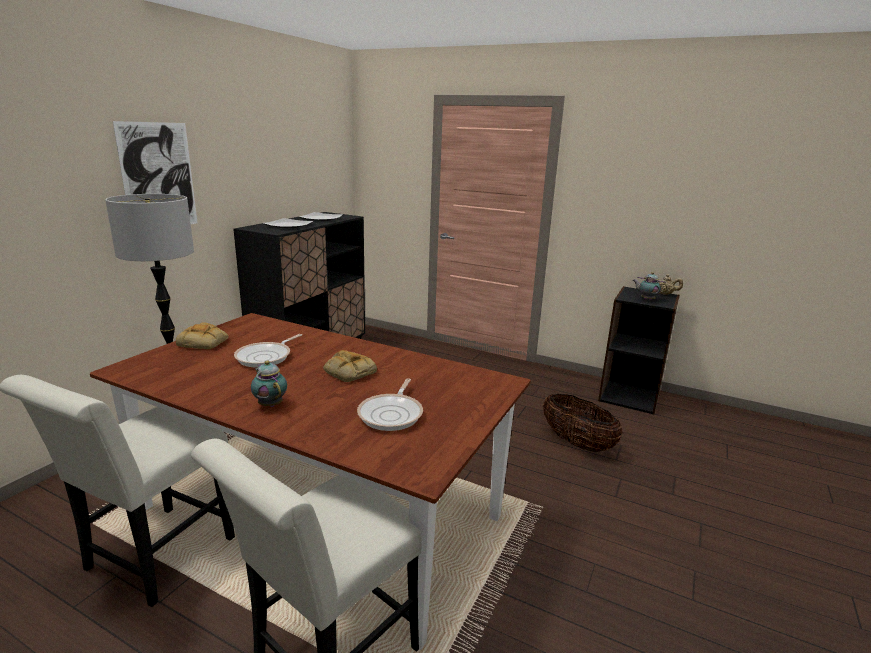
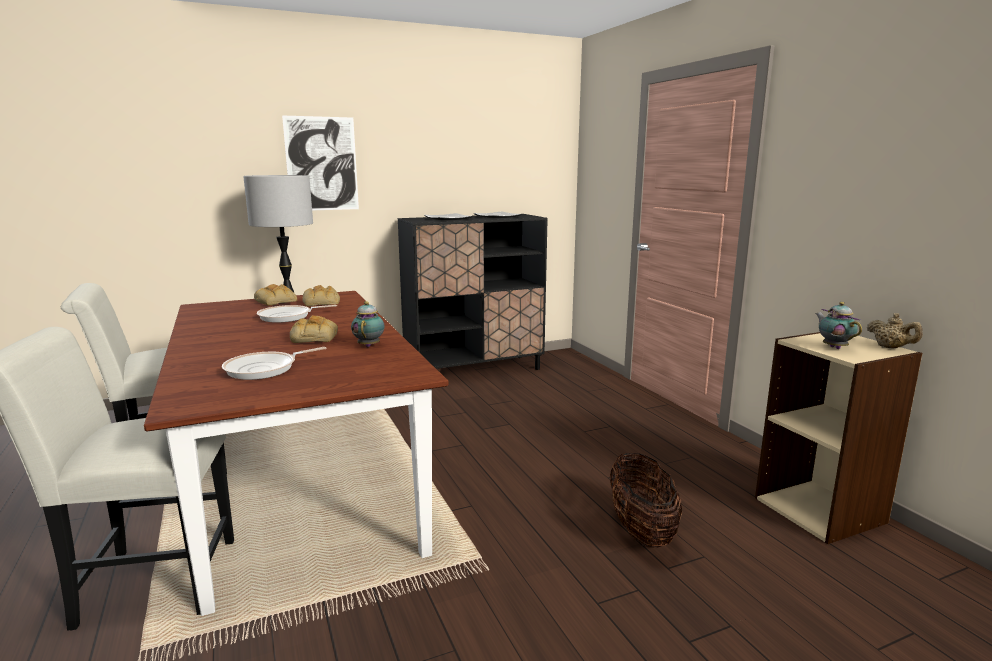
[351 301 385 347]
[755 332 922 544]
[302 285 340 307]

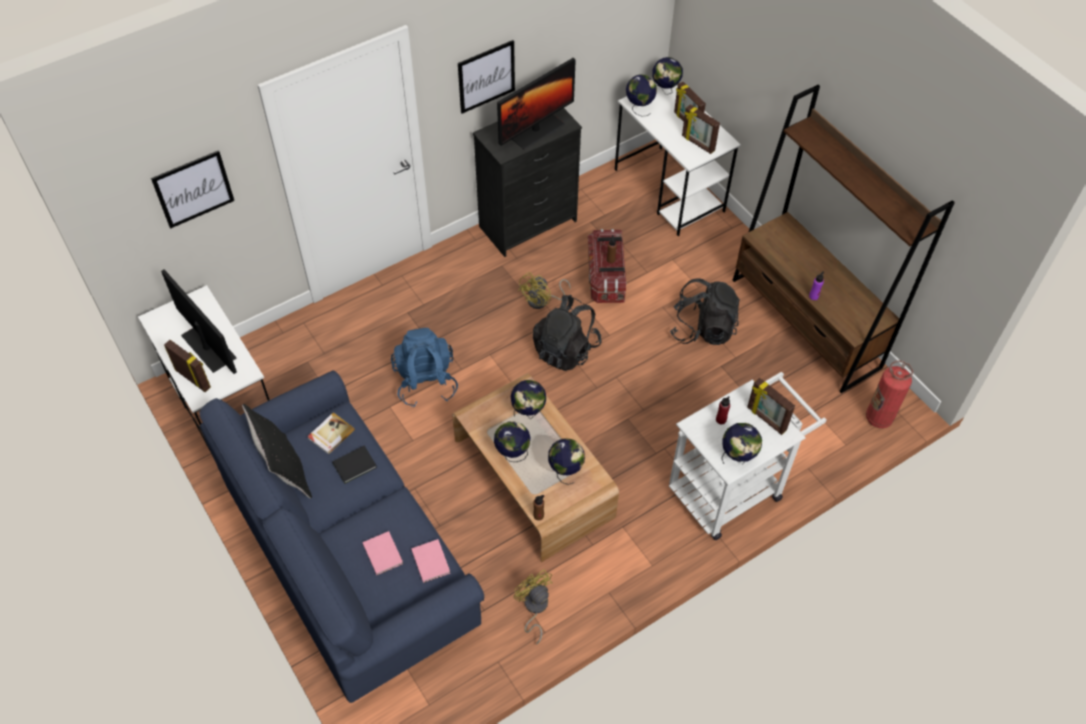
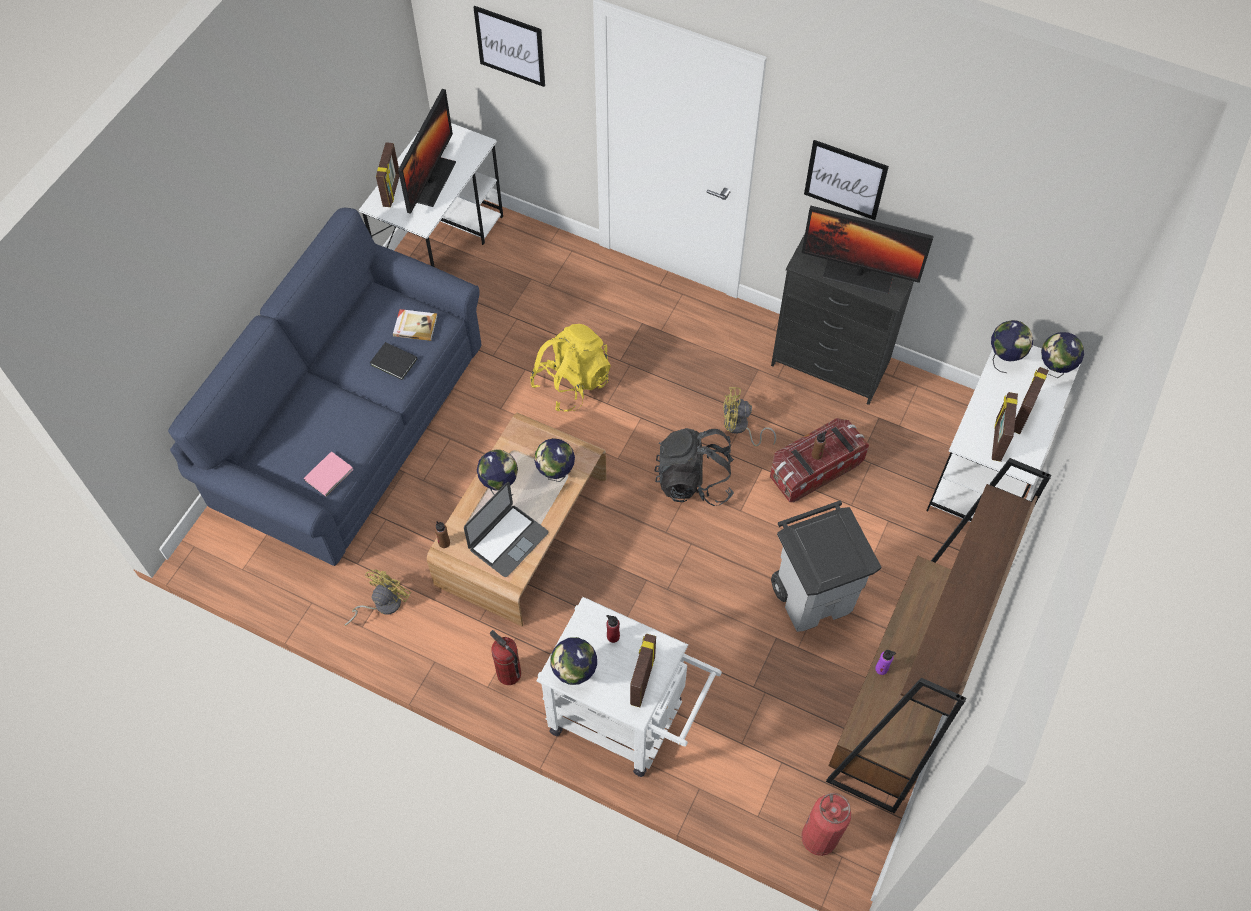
[242 404 312 499] (first image)
[362 531 403 575] (first image)
[530 324 611 412]
[464 482 548 577]
[771 500 881 632]
[490 630 521 685]

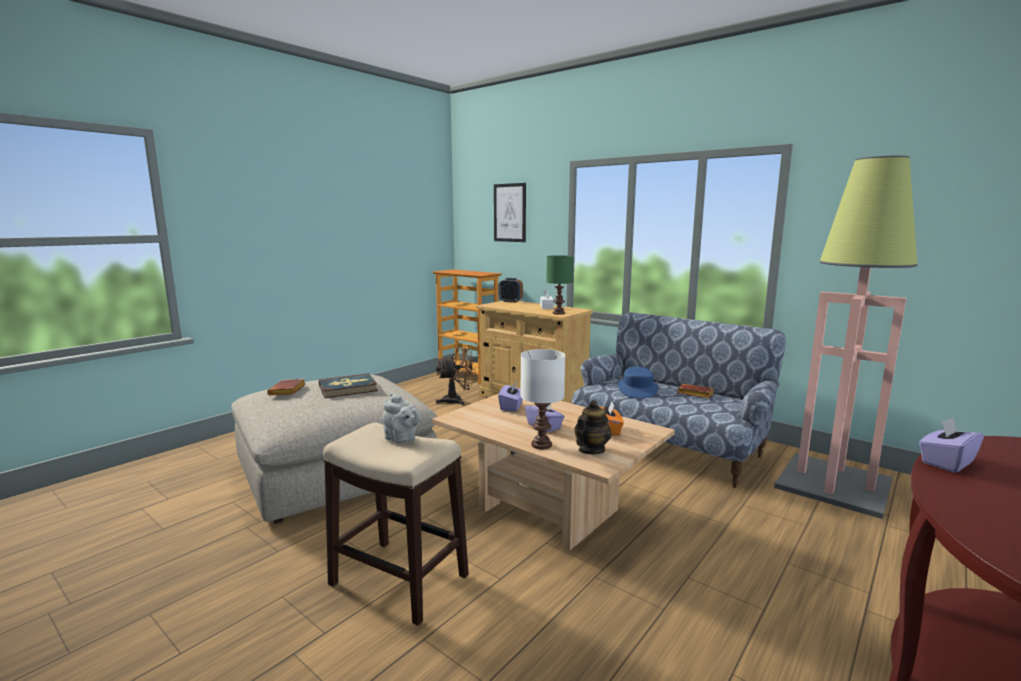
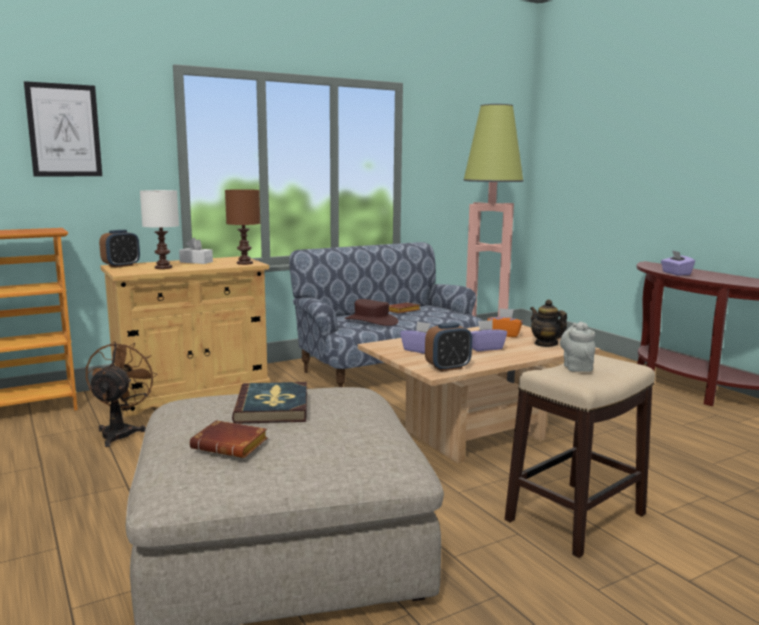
[560 321 596 372]
[140 190 179 269]
[225 189 260 265]
[345 299 398 326]
[425 322 472 372]

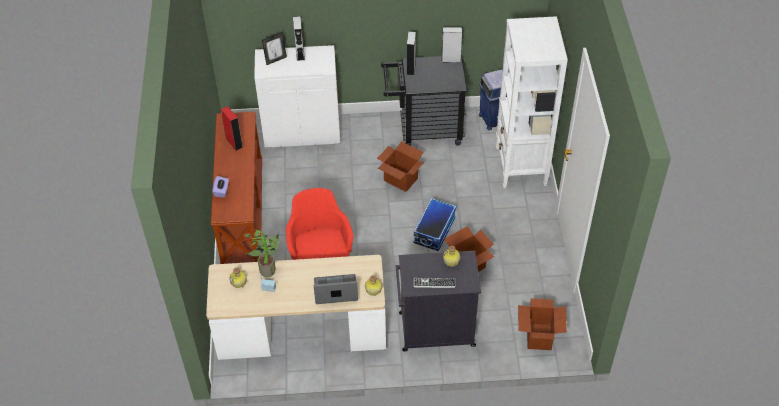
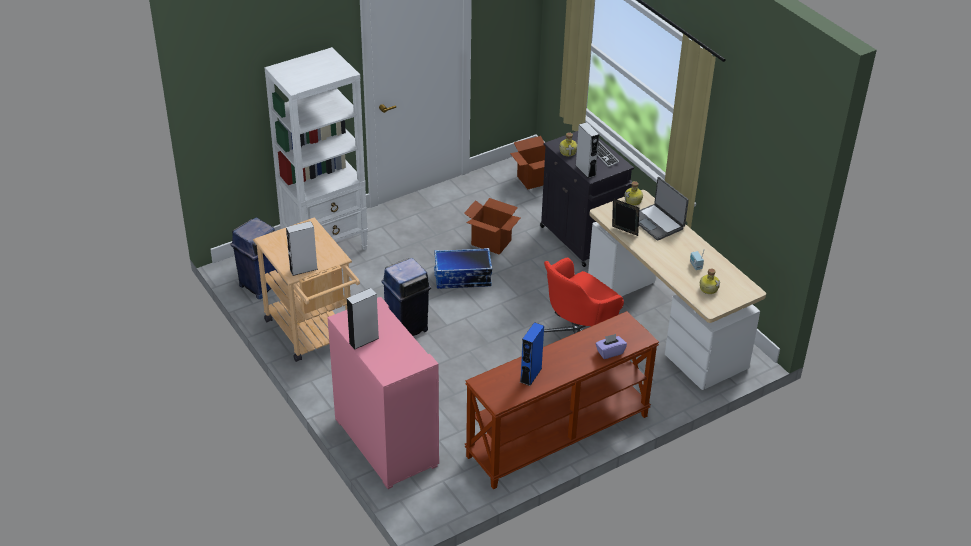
[520 322 544 386]
[244 229 279 277] (first image)
[327 297 439 489]
[612 198 640 236]
[382 258 431 336]
[253 217 360 362]
[576 122 599 178]

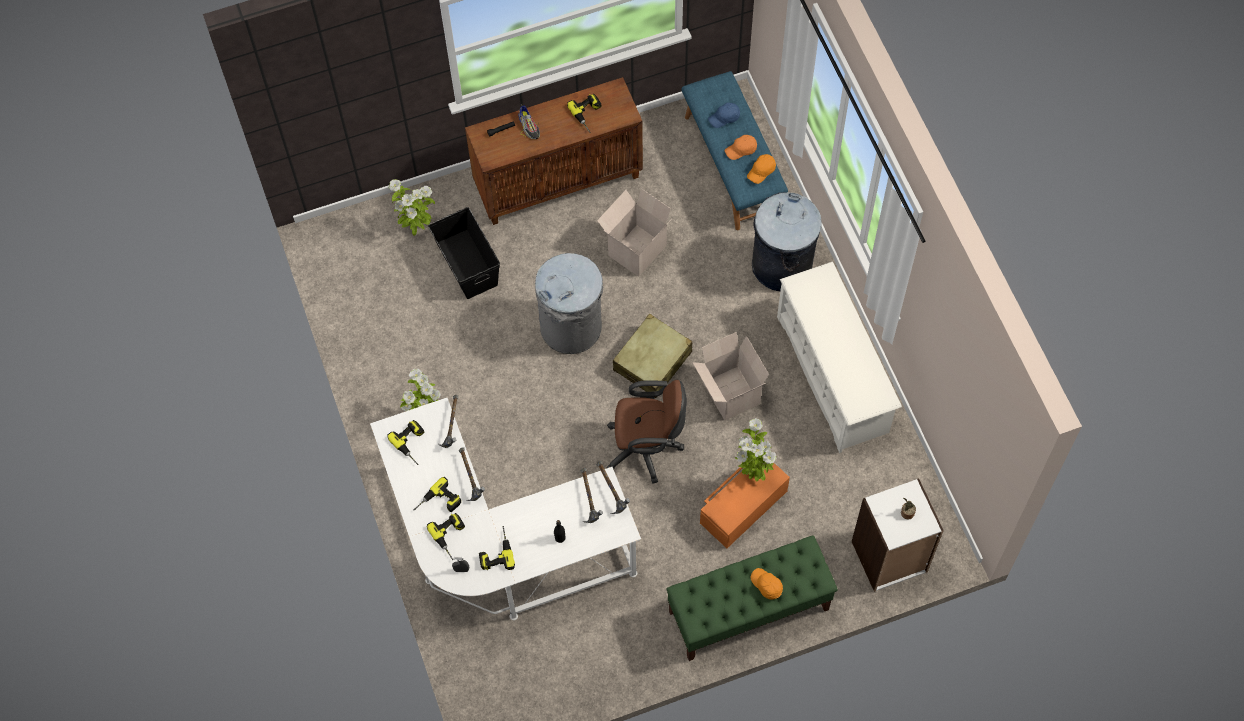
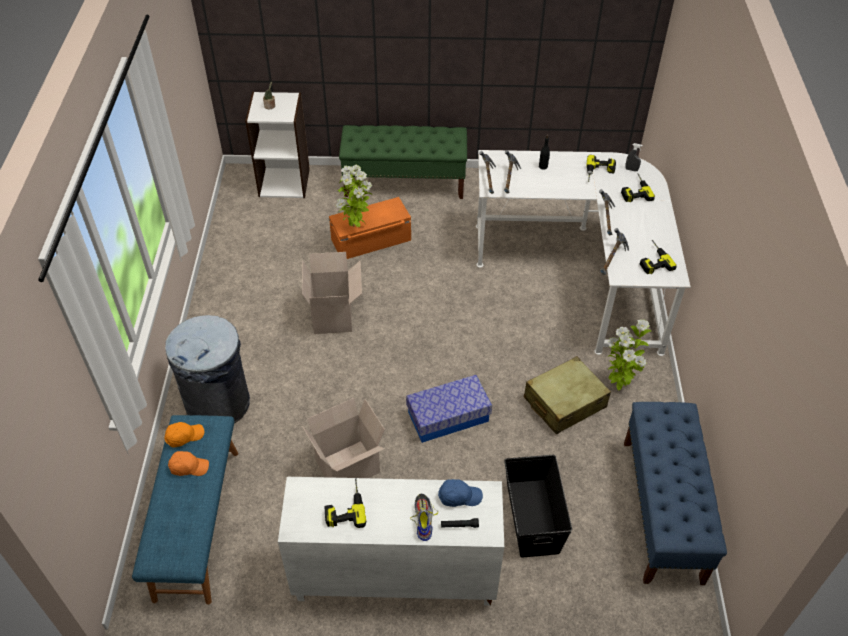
[388 179 435 236] (first image)
[414 477 461 512] (first image)
[278 477 504 606]
[406 375 492 443]
[606 380 687 484] (first image)
[524 356 611 434]
[438 479 483 507]
[751 568 783 600] (first image)
[777 262 902 453] (first image)
[624 402 727 585]

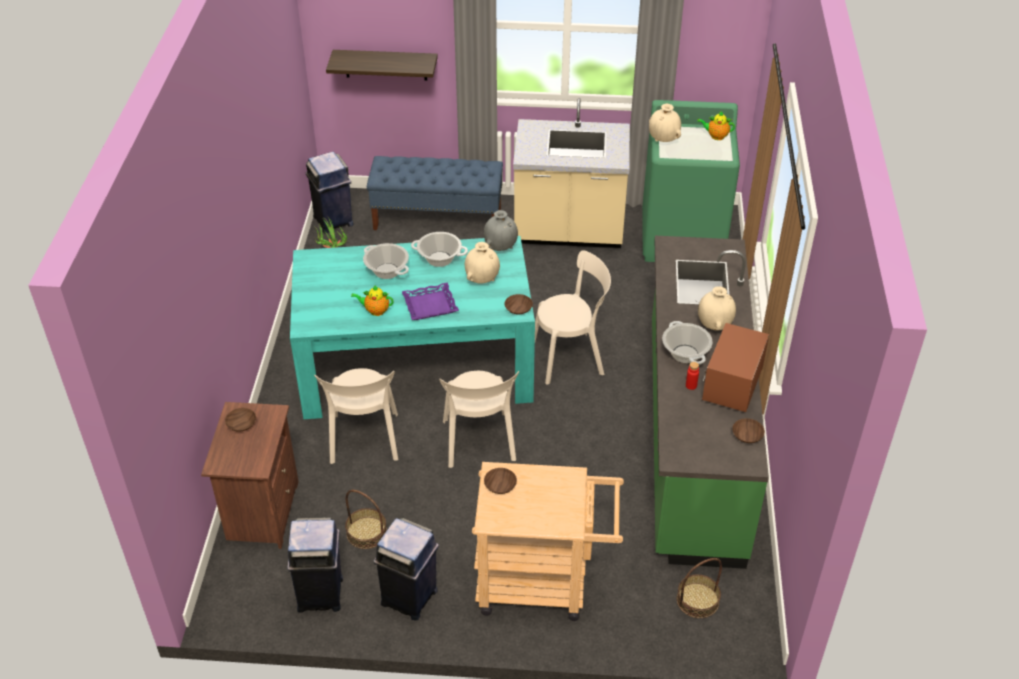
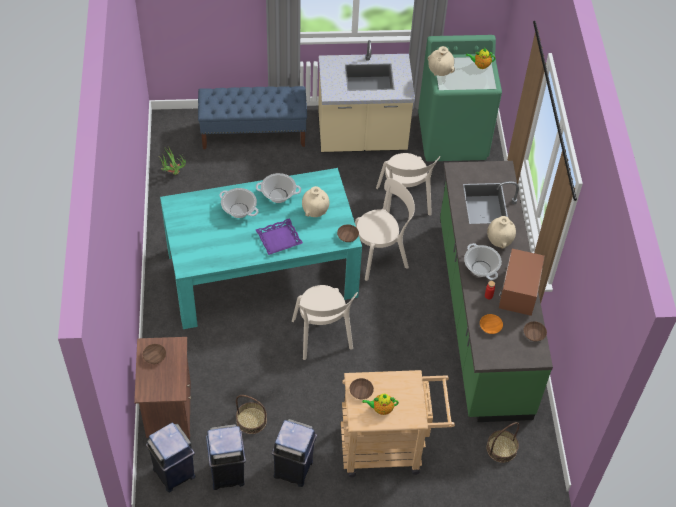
[146 422 195 493]
[376 153 440 215]
[326 50 438 81] (first image)
[362 394 399 415]
[484 210 518 251] (first image)
[480 314 503 334]

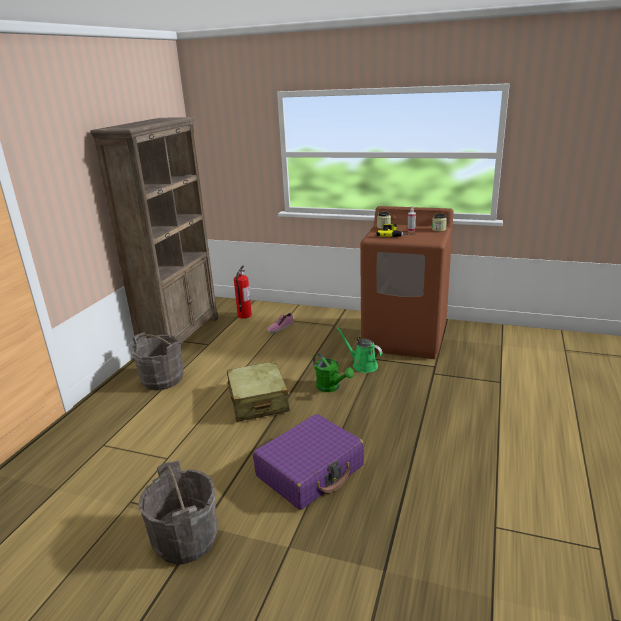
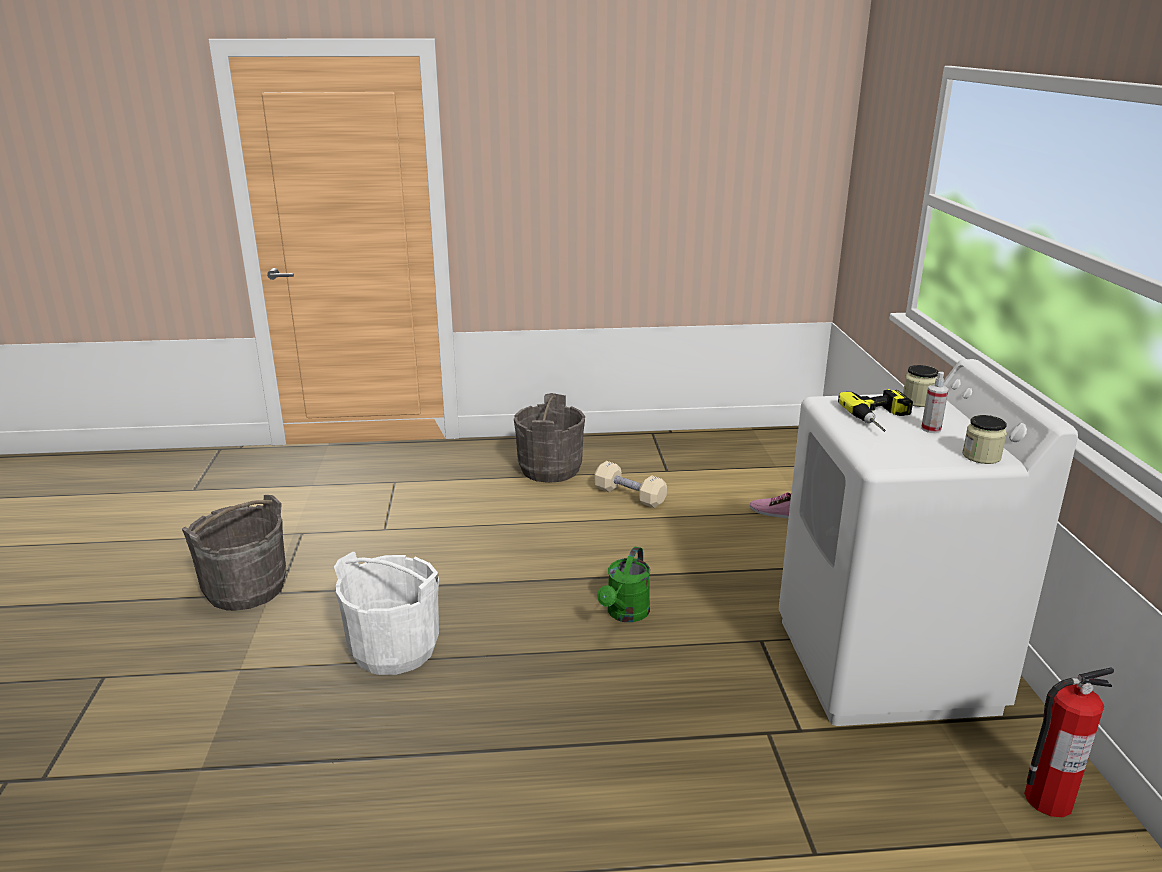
[90 117 218 343] (first image)
[227 361 290 422] (first image)
[1024 667 1114 817]
[334 552 439 675]
[337 327 382 373] (first image)
[779 359 1078 726]
[594 461 667 508]

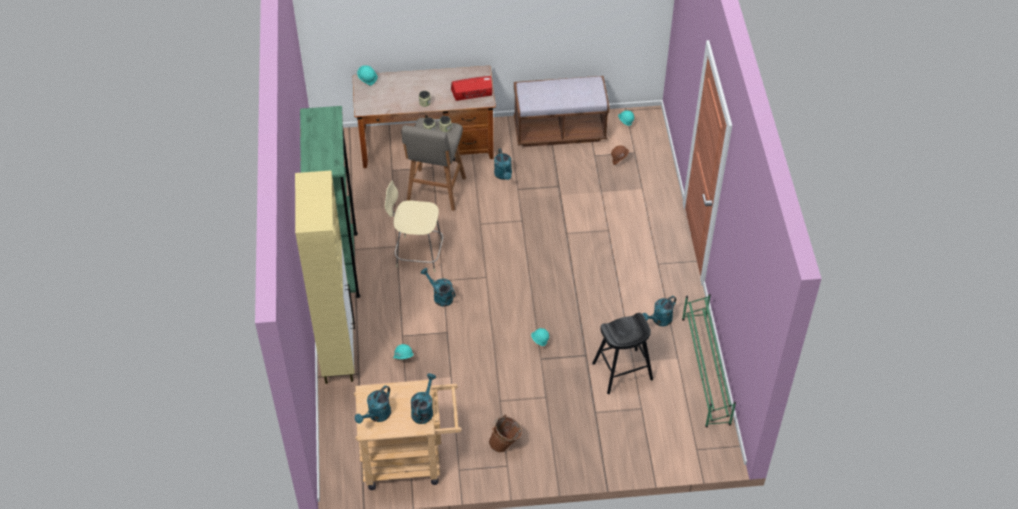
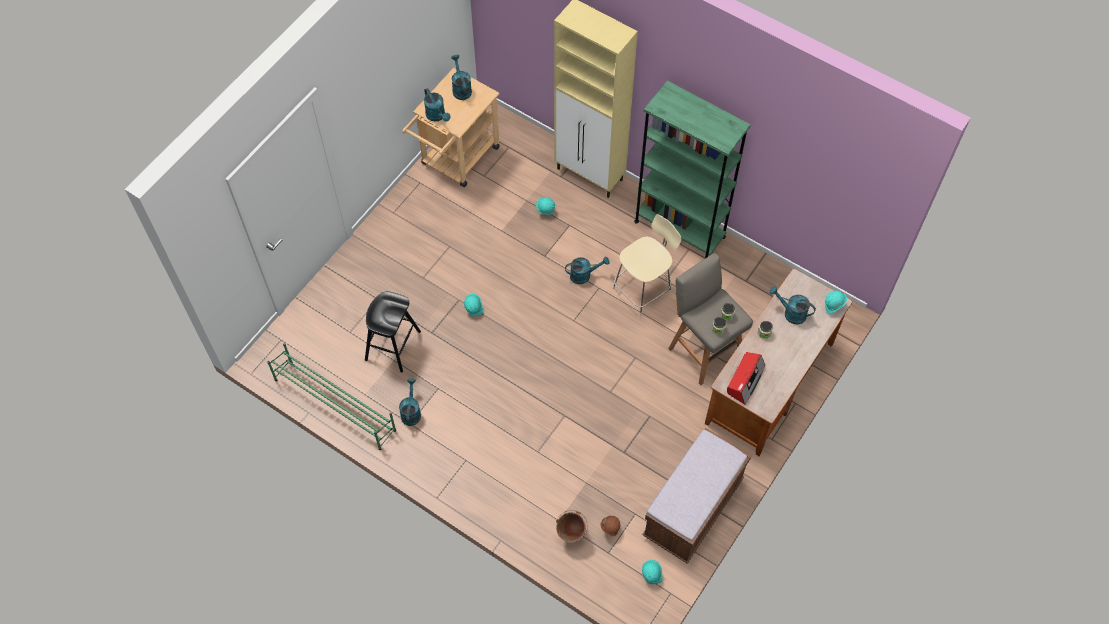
[556 510 588 543]
[769 286 816 325]

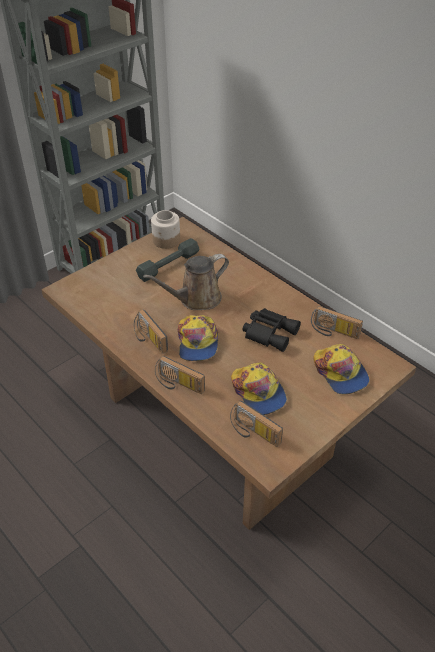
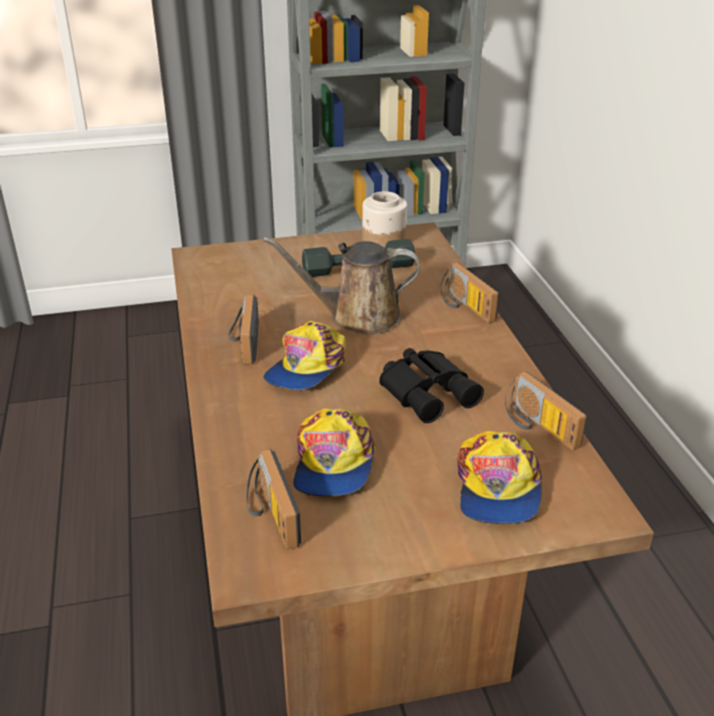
[441 262 499 323]

